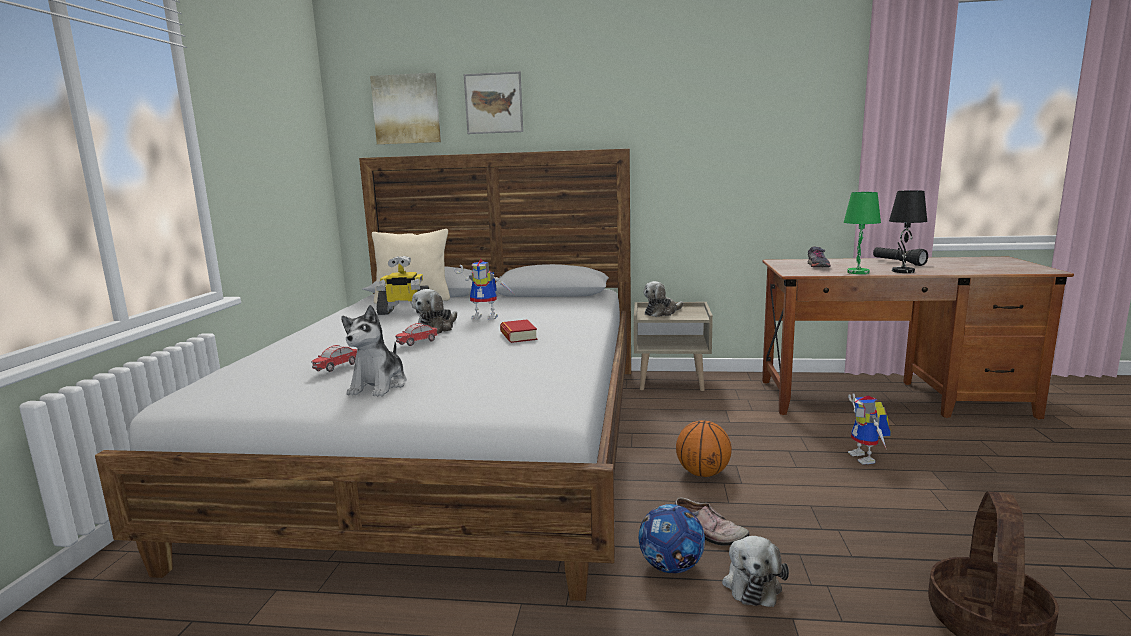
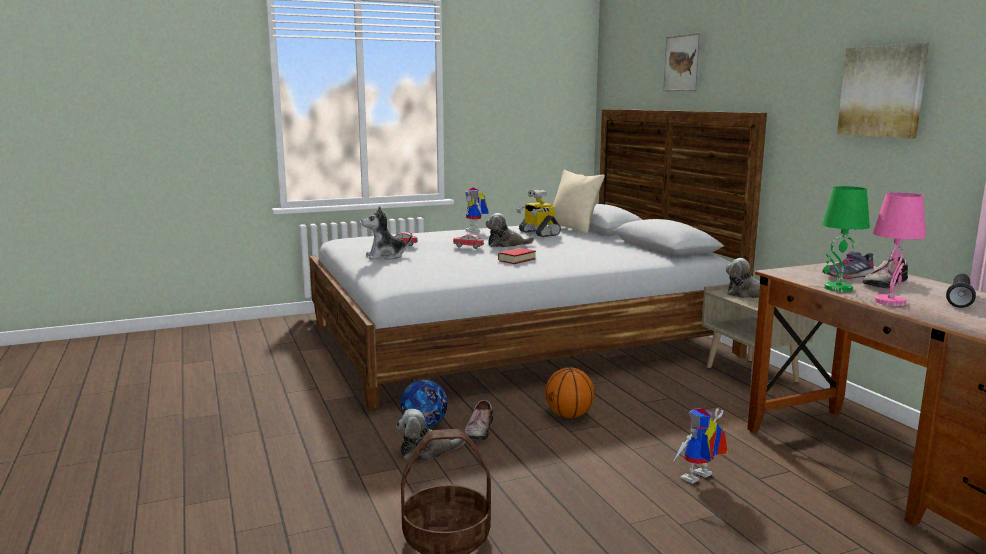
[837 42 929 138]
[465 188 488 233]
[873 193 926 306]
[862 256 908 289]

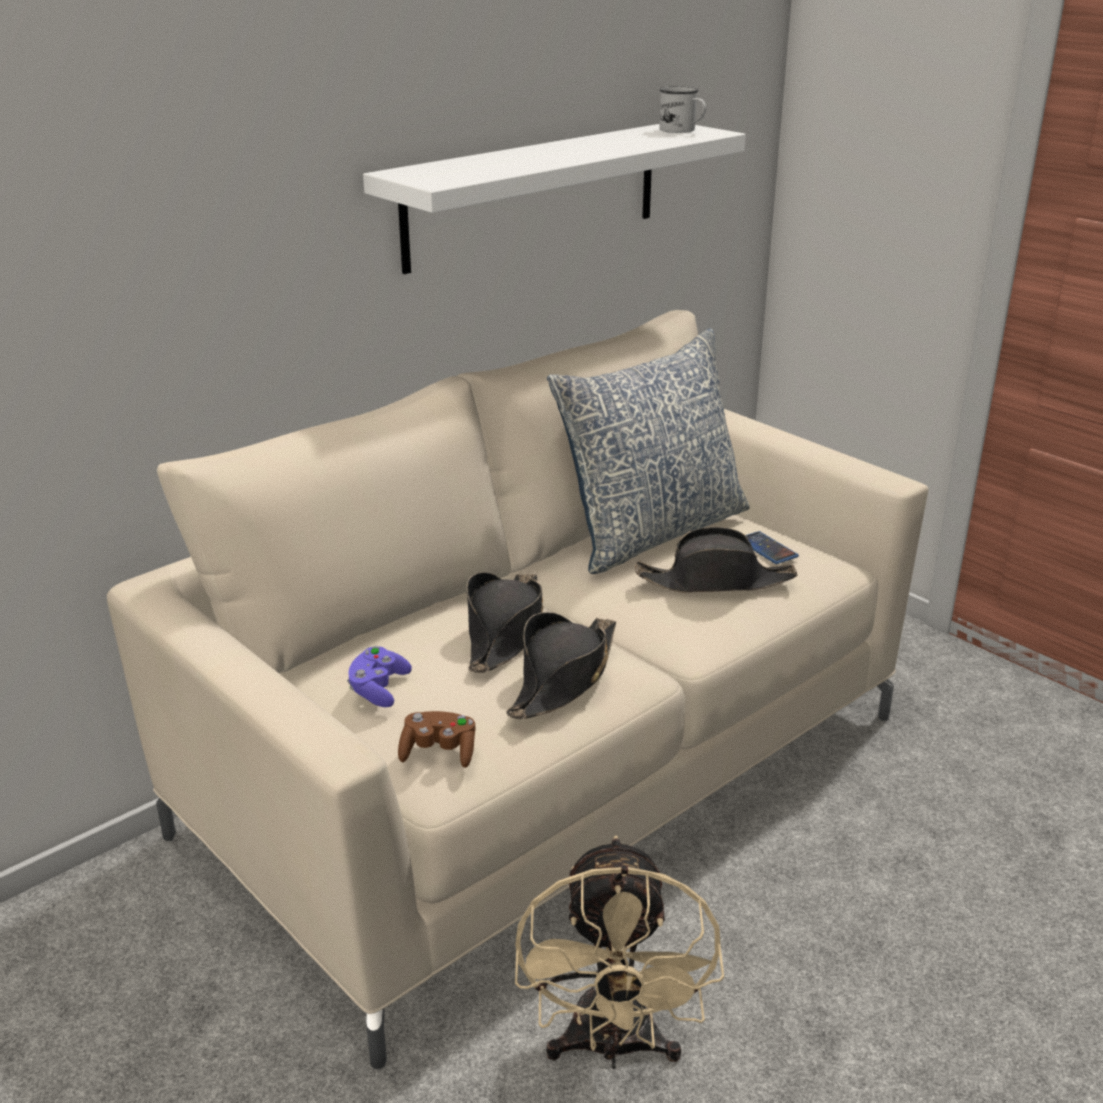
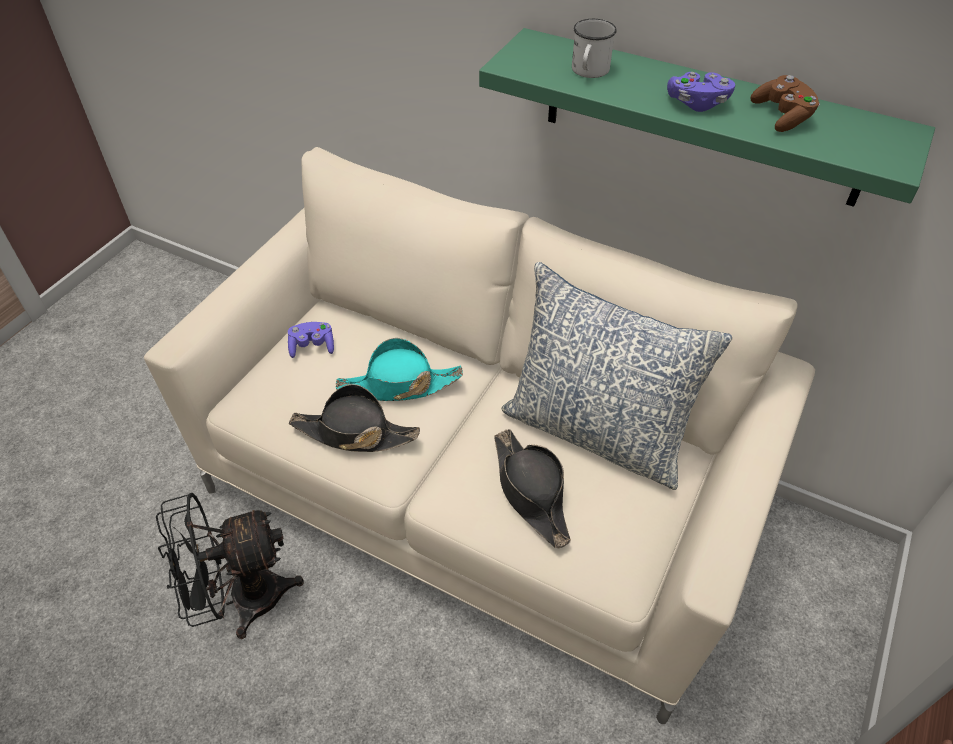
[479 28 935 207]
[751 75 820 132]
[336 338 463 401]
[156 493 304 639]
[572 19 617 78]
[745 531 799 564] (first image)
[667 72 735 112]

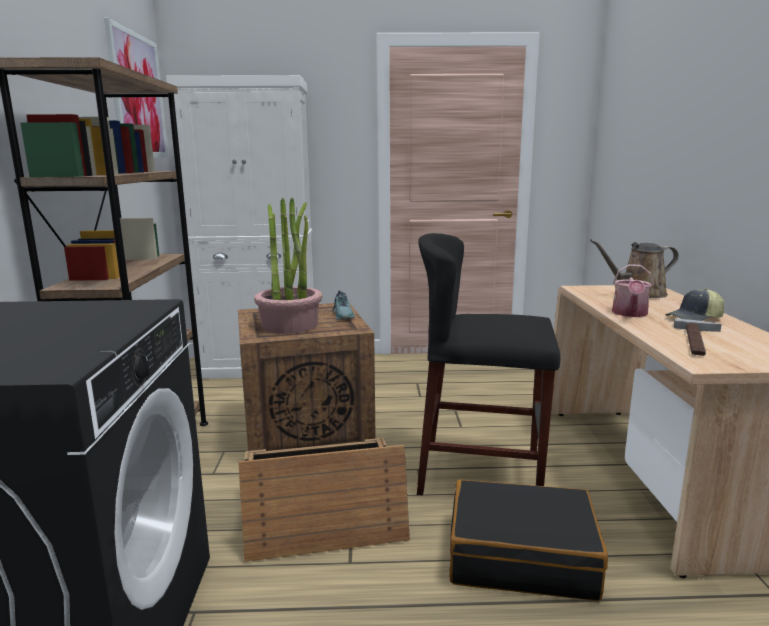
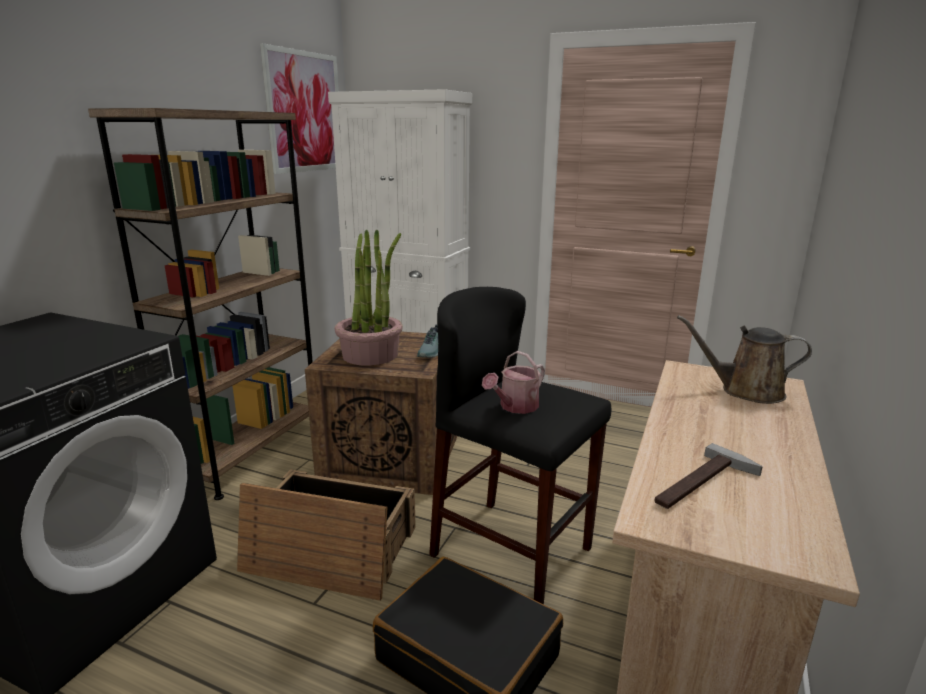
[482 351 545 414]
[665 288 725 321] (first image)

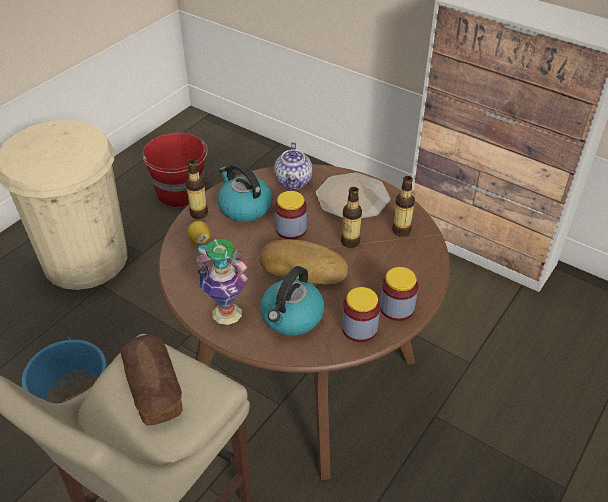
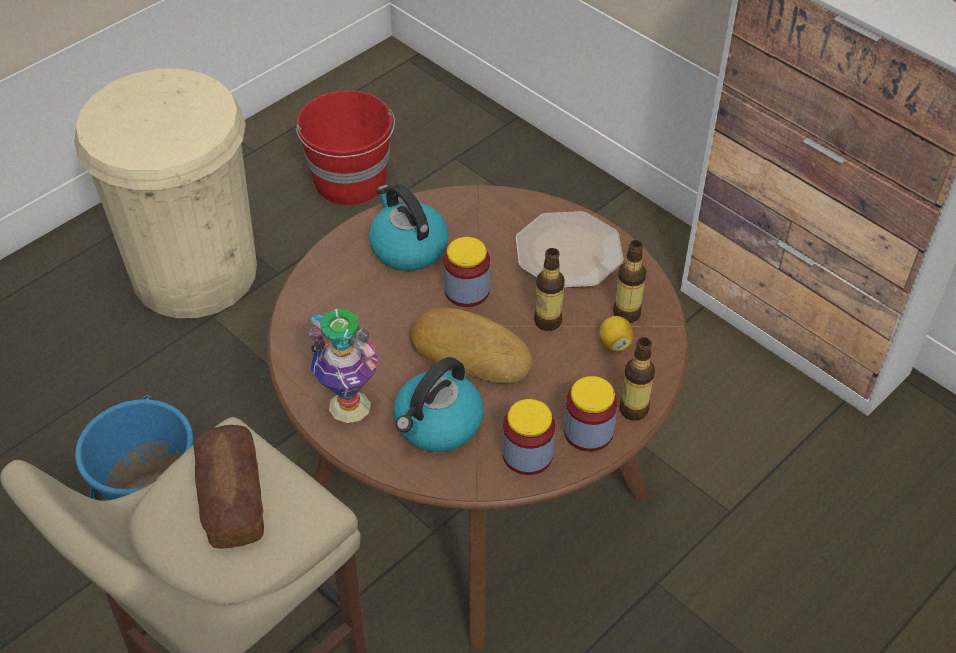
[620 337 655 421]
[599 316 634 351]
[274 142 312 190] (first image)

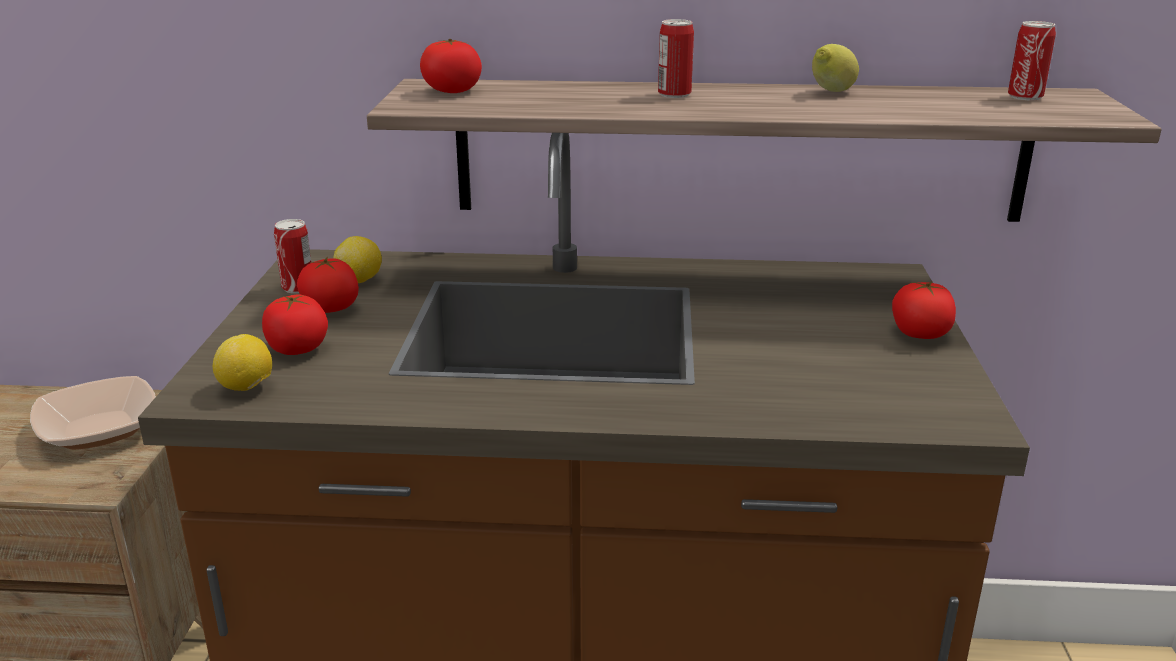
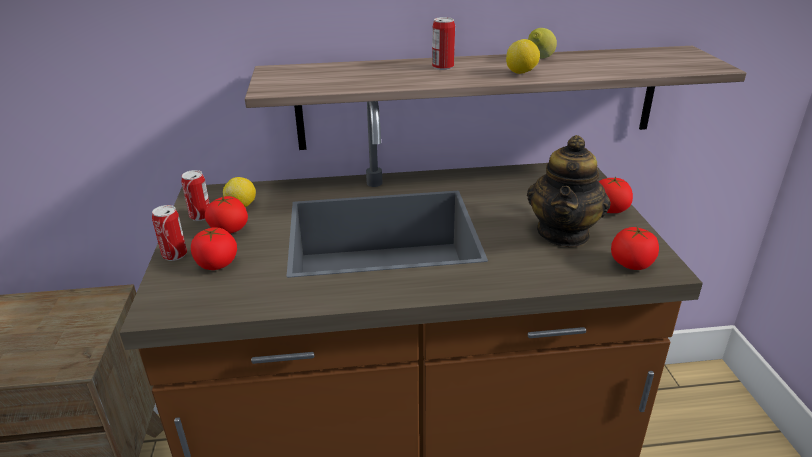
[30 376 156 450] (first image)
[506 39 540 74]
[611 226 659 270]
[152 205 187 261]
[527 135 611 247]

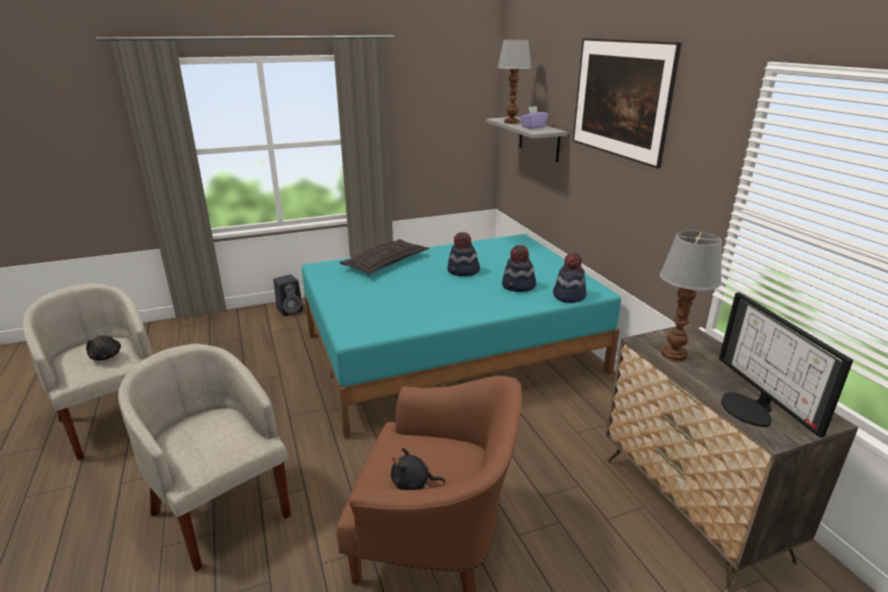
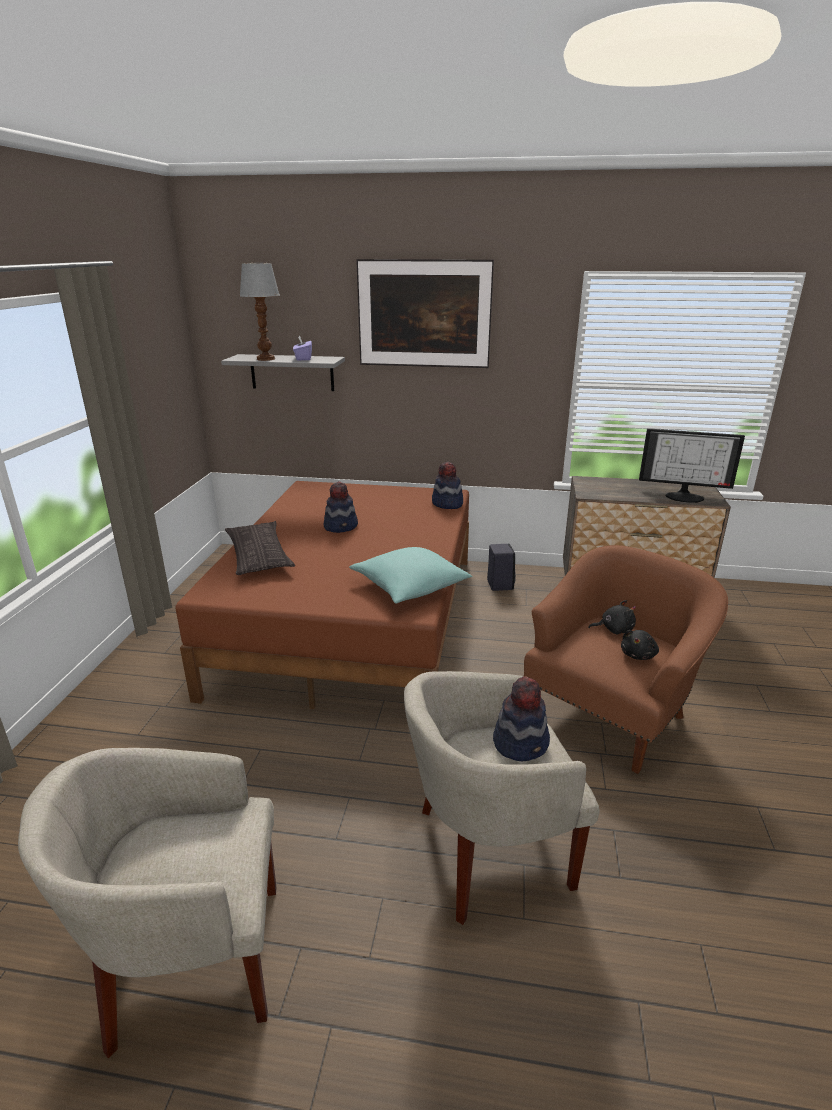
[588 600 636 634]
[487 544 516 591]
[175 481 469 709]
[493 676 550 761]
[660 231 722 362] (first image)
[349 547 473 604]

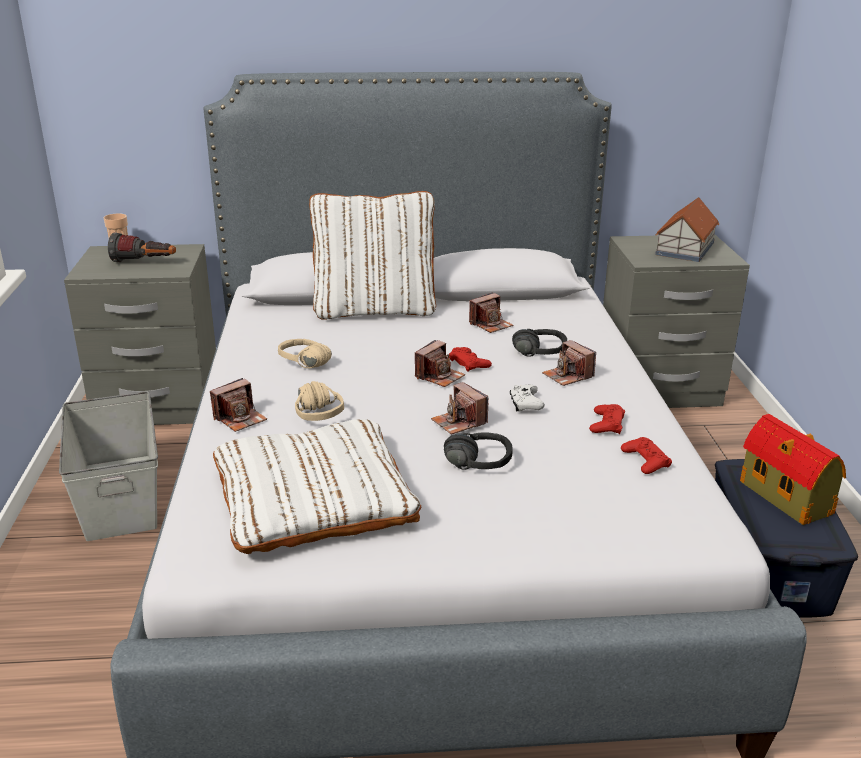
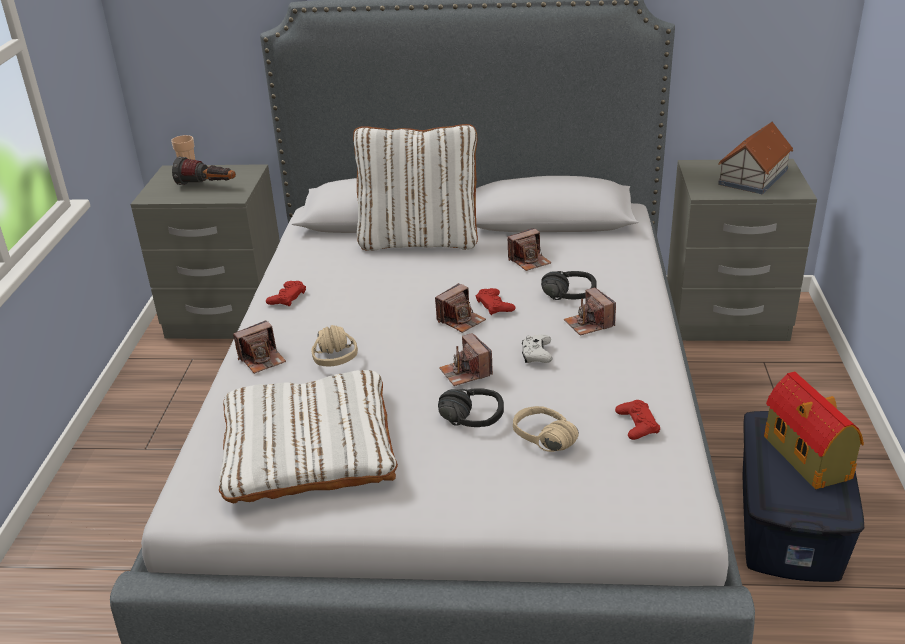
[59 391 158 541] (first image)
[513 406 579 452]
[266 281 306 307]

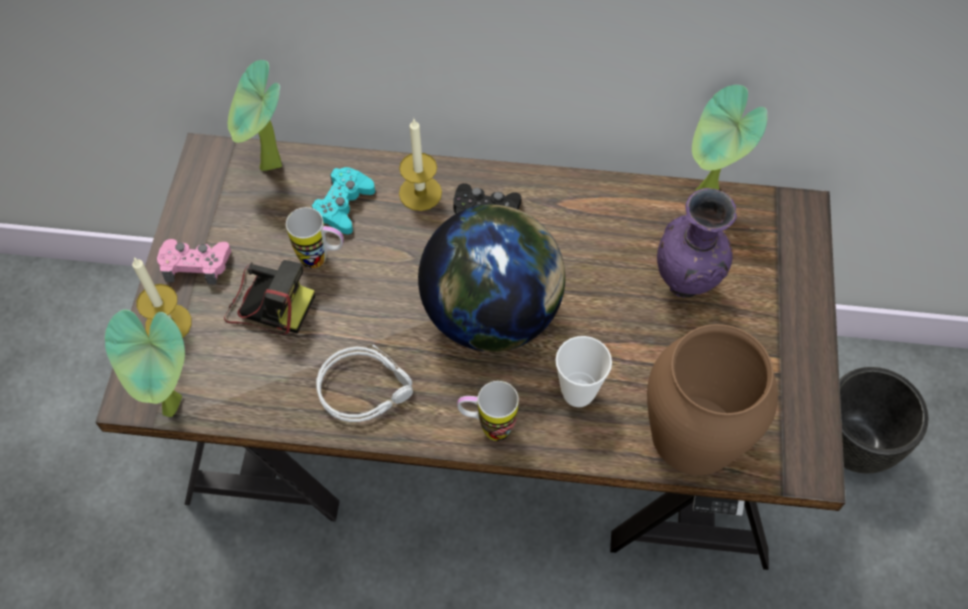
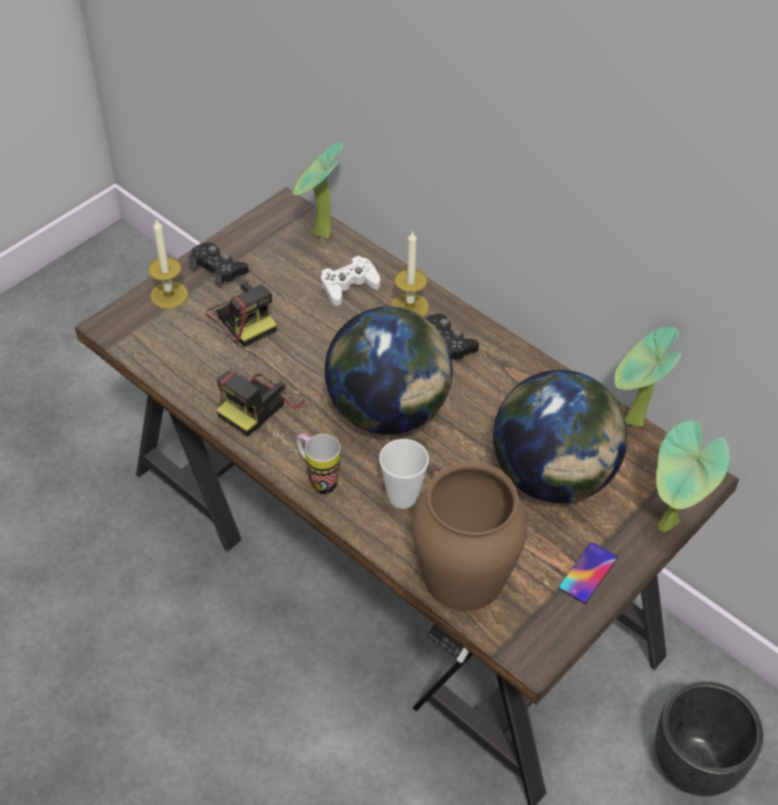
[656 421 730 533]
[189 242 249 288]
[286 207 344 269] (first image)
[321 255 380 306]
[217 370 305 437]
[493 370 627 503]
[558 543 618 604]

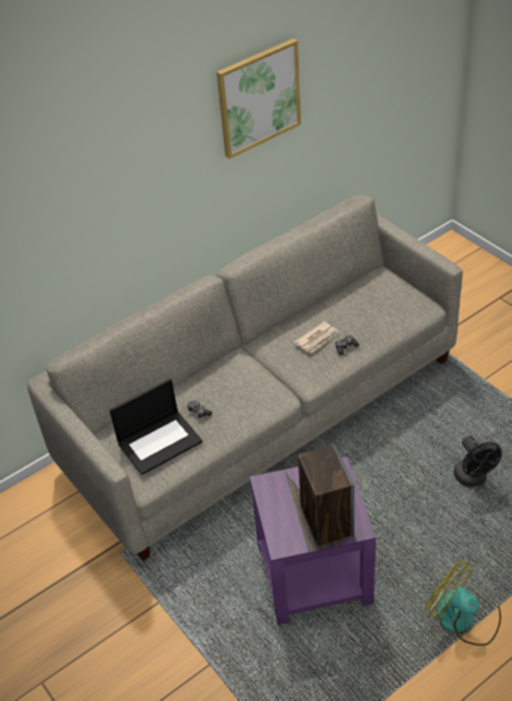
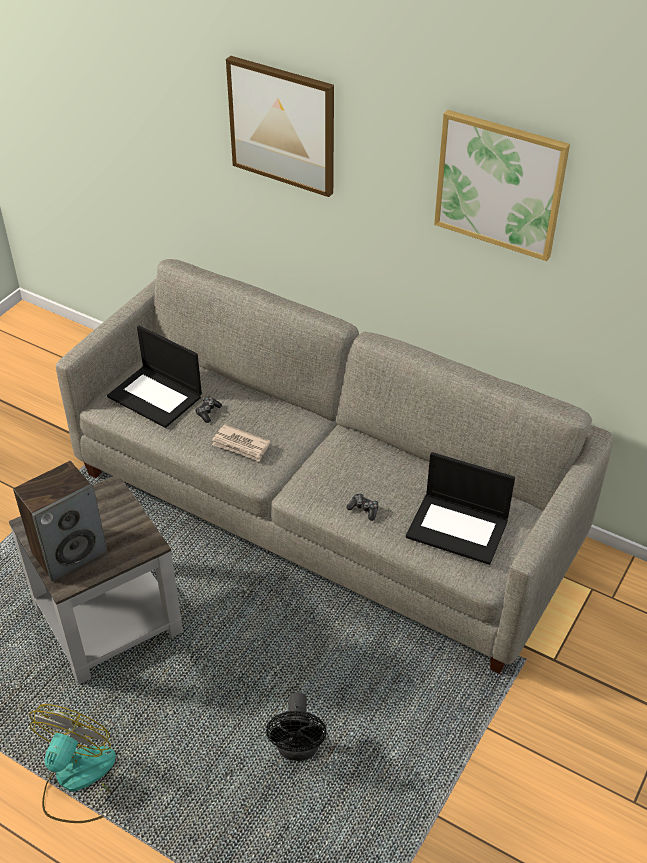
[9 474 183 684]
[212 424 270 462]
[266 692 327 761]
[226 56 334 197]
[406 452 515 565]

